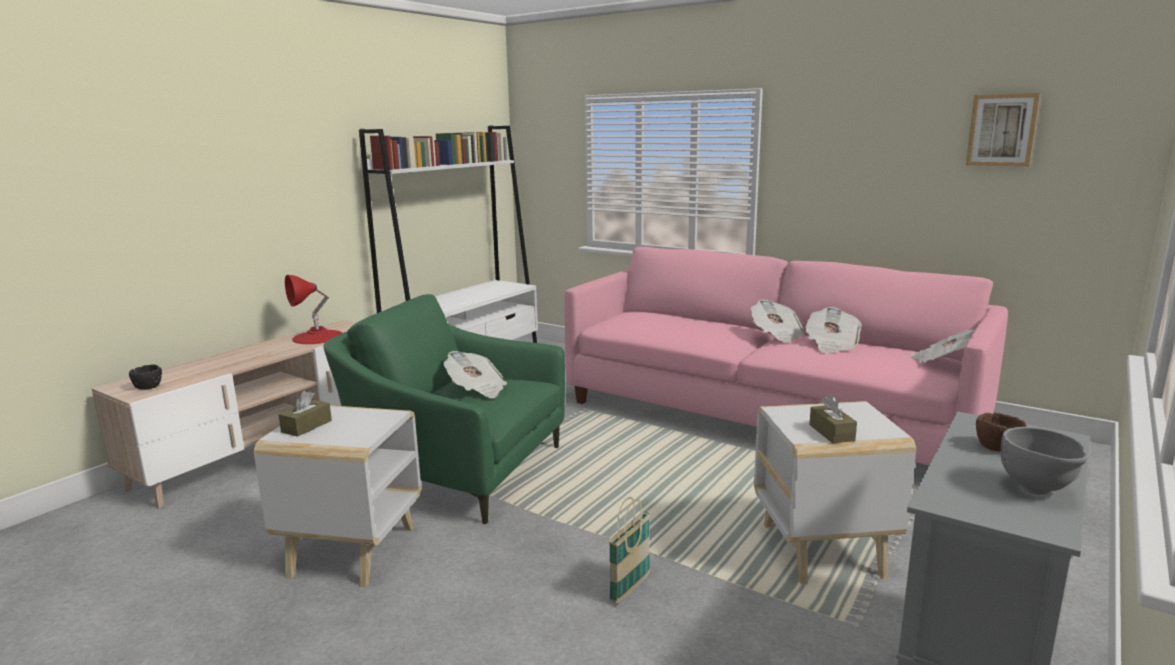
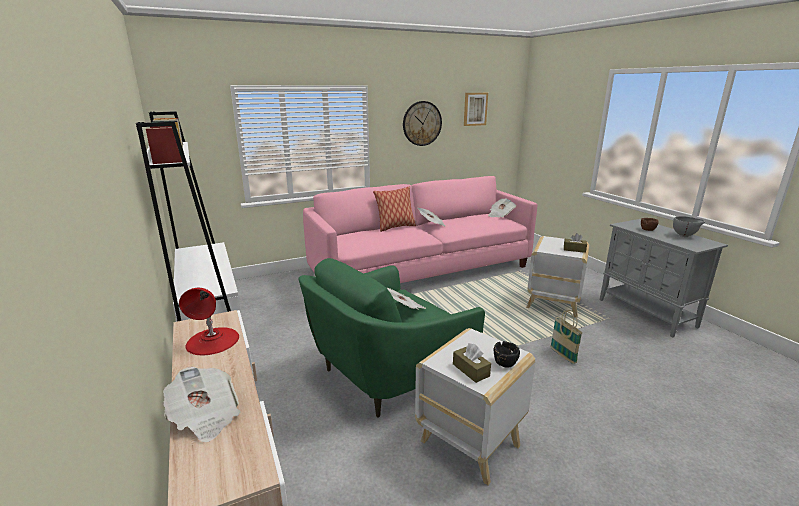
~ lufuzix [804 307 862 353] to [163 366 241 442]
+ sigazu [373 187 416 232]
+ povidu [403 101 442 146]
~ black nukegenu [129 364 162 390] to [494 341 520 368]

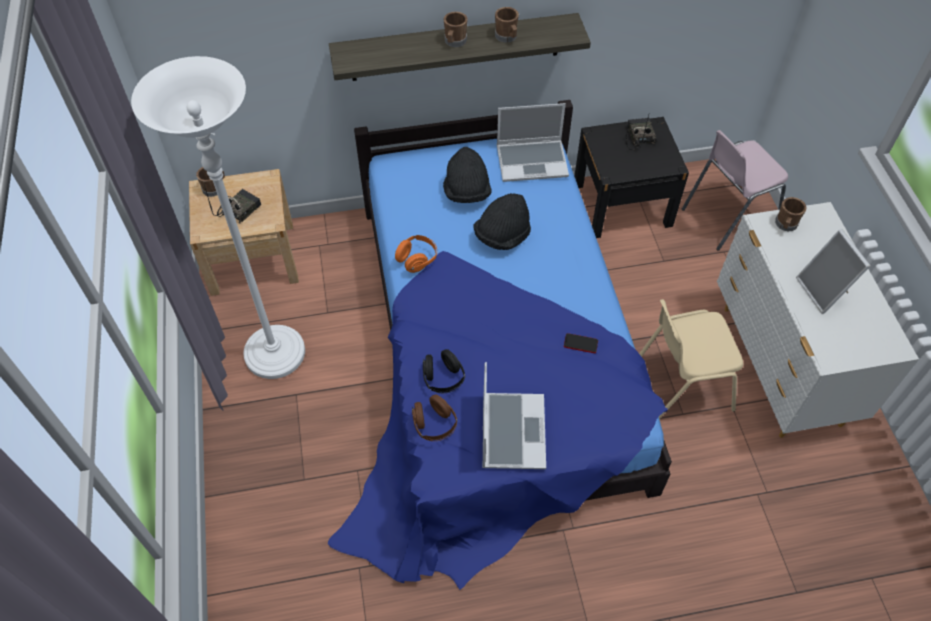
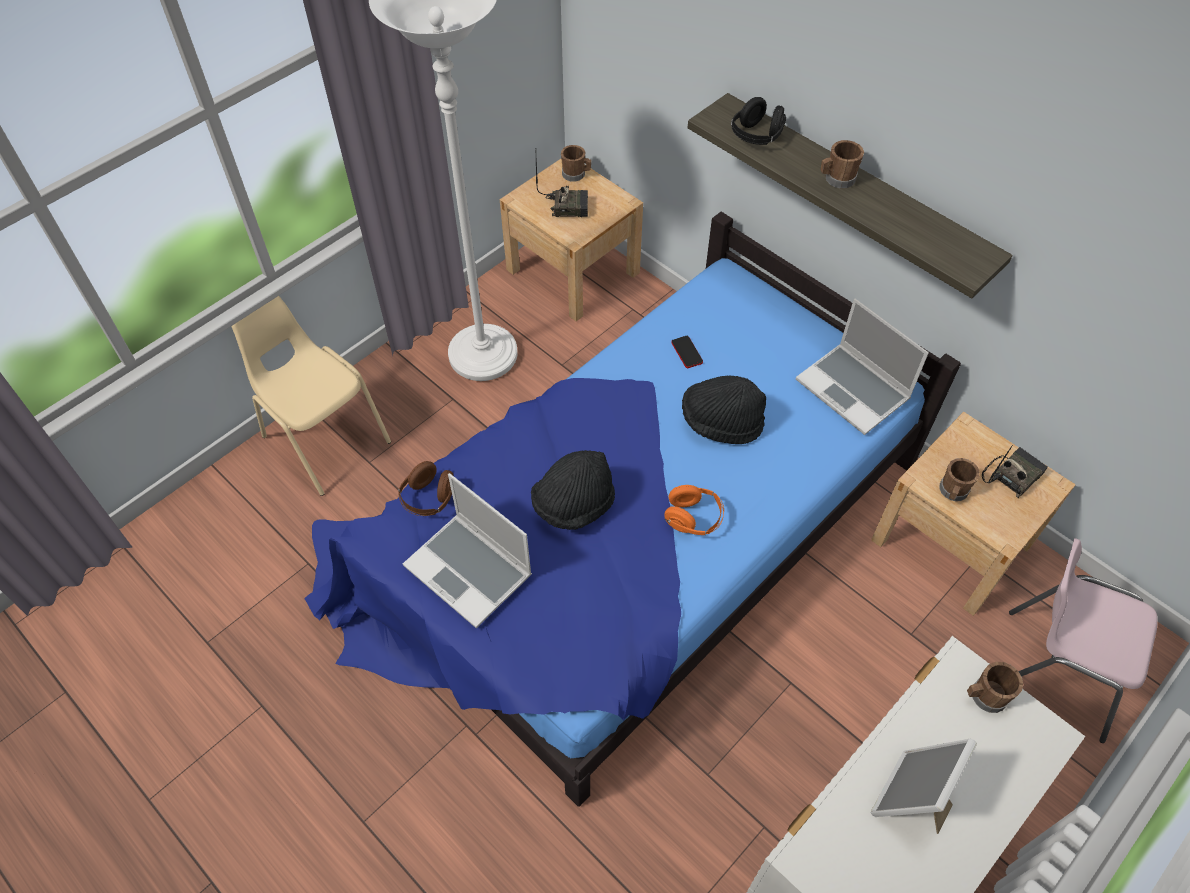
~ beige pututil [639 299 743 419] to [231 296 391 496]
~ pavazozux [483 362 546 469] = [403 473 532 628] 75 degrees clockwise
~ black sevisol [443 147 492 203] to [531 450 615 530]
~ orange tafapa [395 235 437 273] to [665 485 724 535]
~ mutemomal [564 333 598 353] to [672 336 703 369]
~ black tafapa [423 349 465 393] to [731 97 786 145]
~ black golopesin [574 117 689 238] to beige golopesin [871 412 1075 616]
~ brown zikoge [495 7 519 43] to [939 458 980 501]

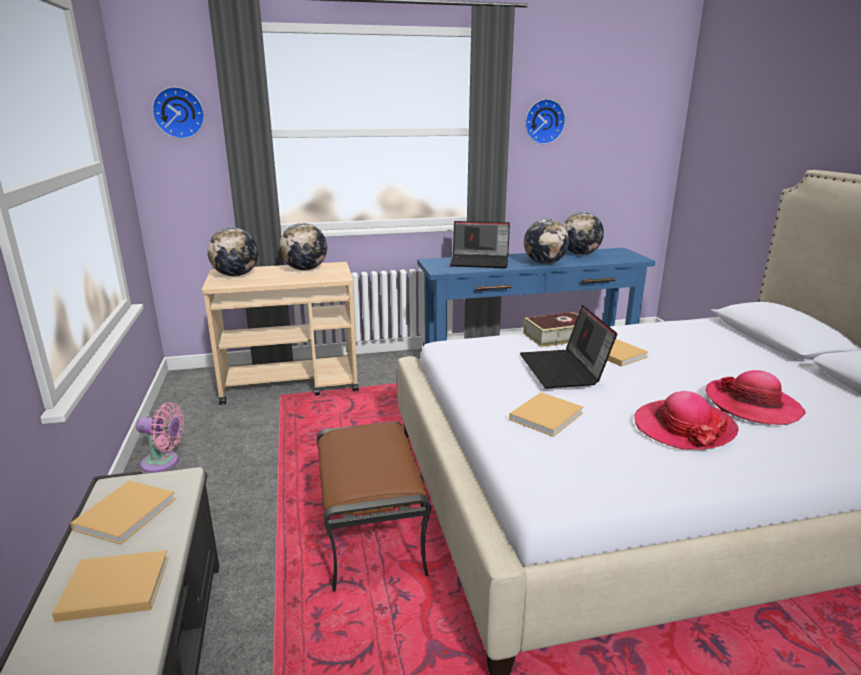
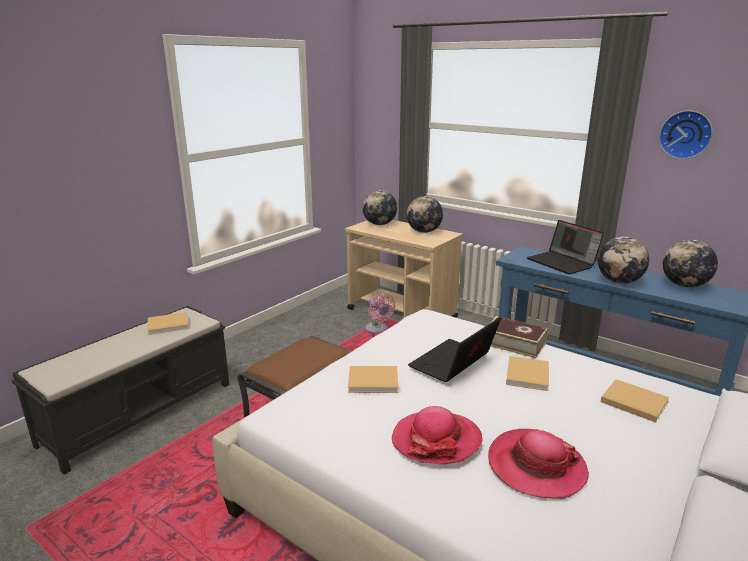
~ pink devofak [136 402 185 473] to [365 293 395 333]
~ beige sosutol [52 550 168 622] to [601 379 669 422]
- povidu [152 87 205 139]

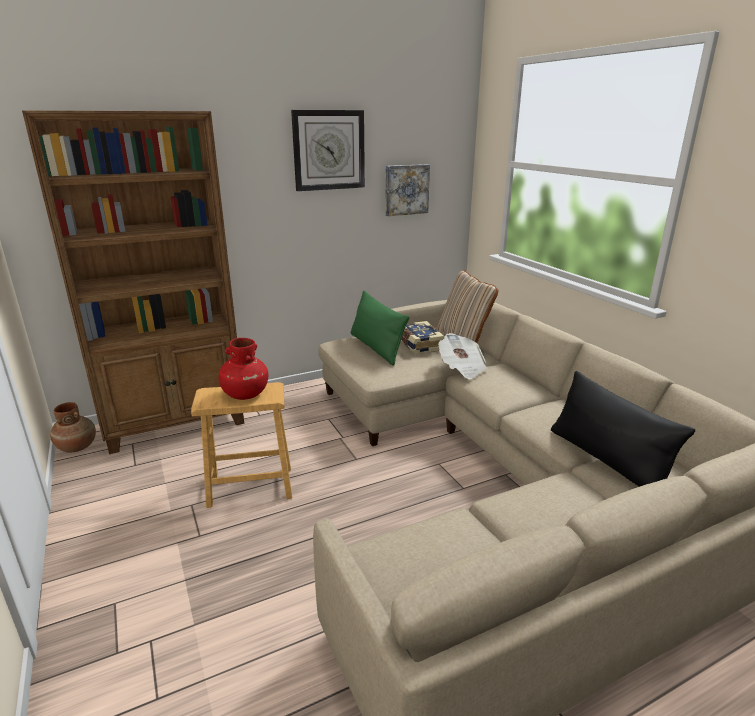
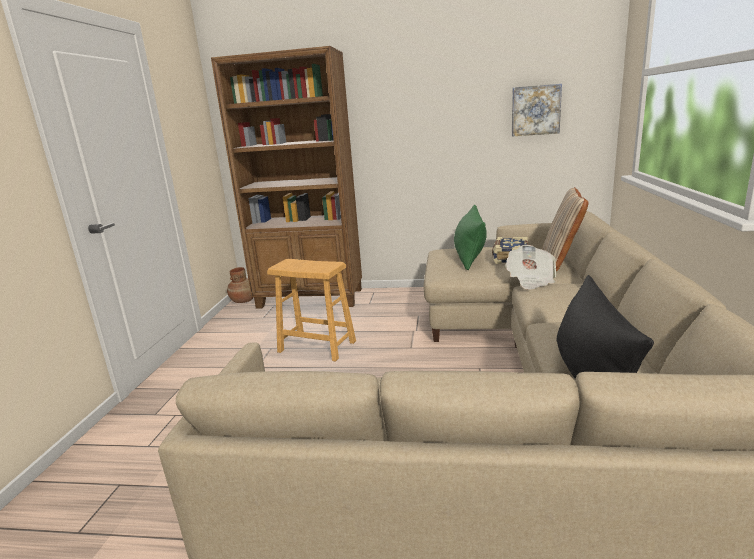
- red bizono [219 338 268 400]
- povidu [291 110 365 191]

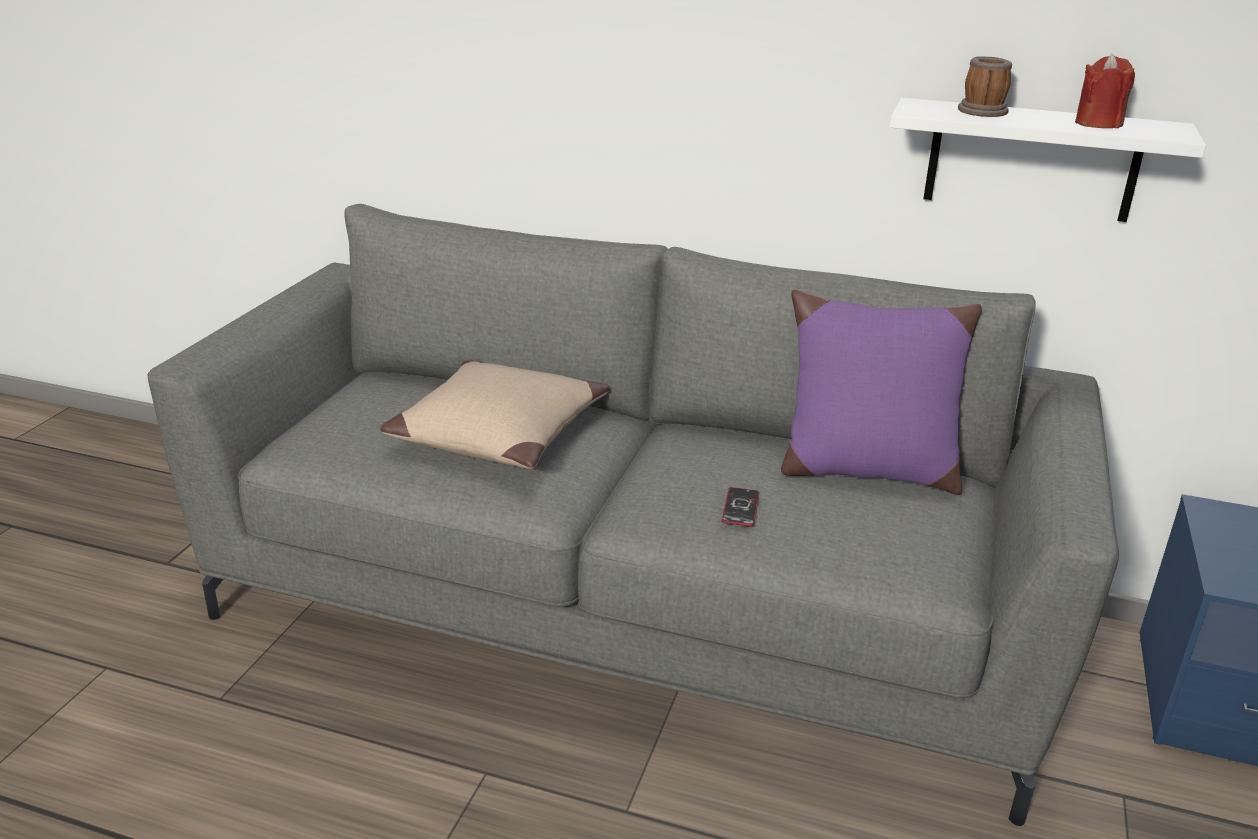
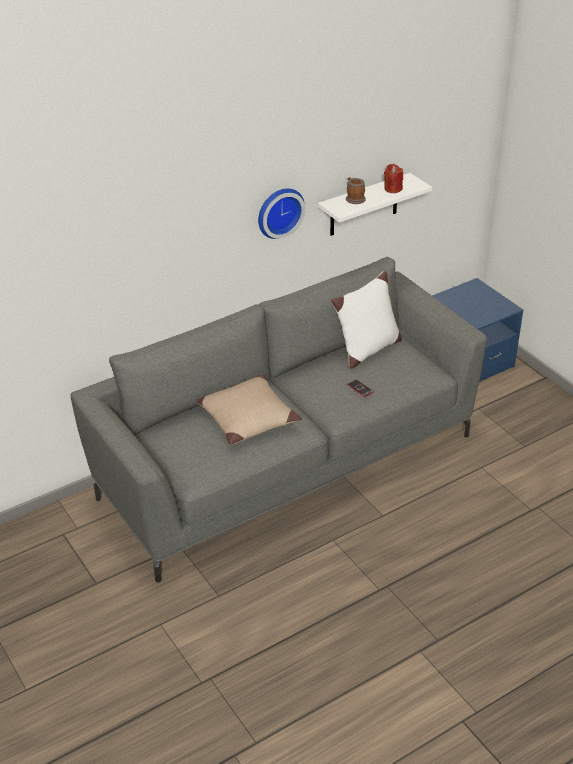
+ povidu [258 188 305 239]
~ purple sigazu [781 290 982 495] to white sigazu [331 271 402 369]

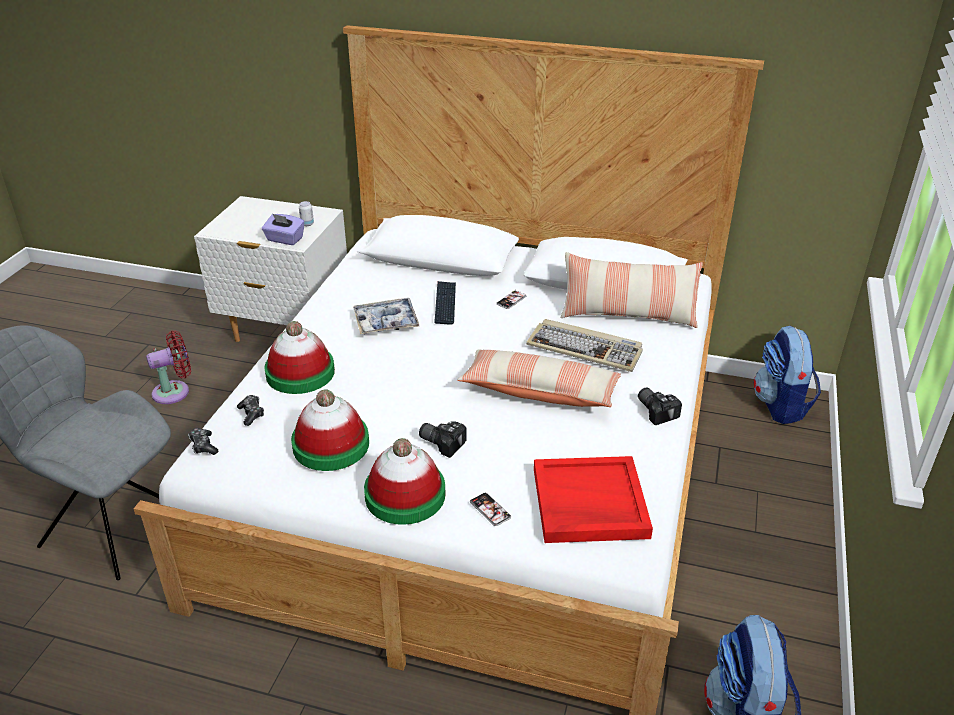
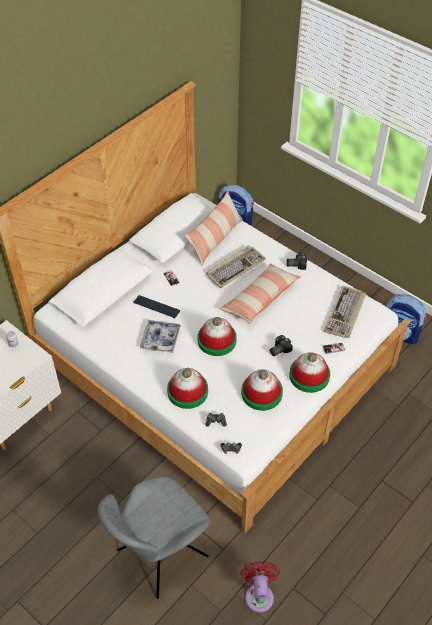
+ sevisol [197 317 237 356]
~ red devofak [146 330 191 404] to [240 561 280 613]
~ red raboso [534 456 653 543] to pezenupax [324 286 366 338]
- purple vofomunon [262 214 305 245]

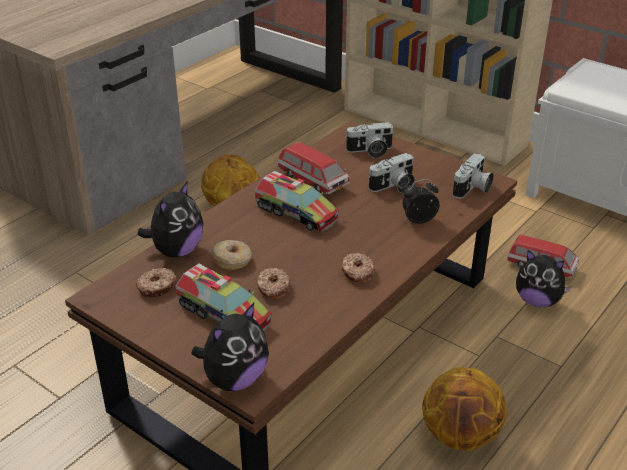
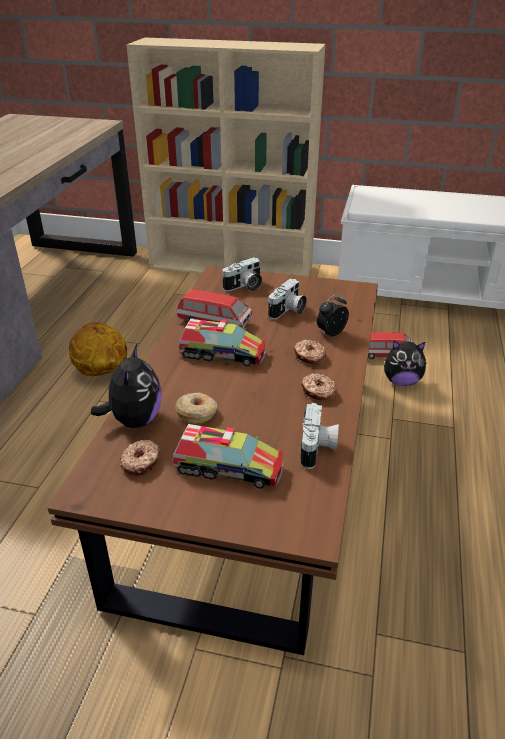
~ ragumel [257 268 291 299] to [294 340 326 364]
~ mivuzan [453 153 494 199] to [300 403 339 469]
- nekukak [191 303 269 391]
- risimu [422 367 507 451]

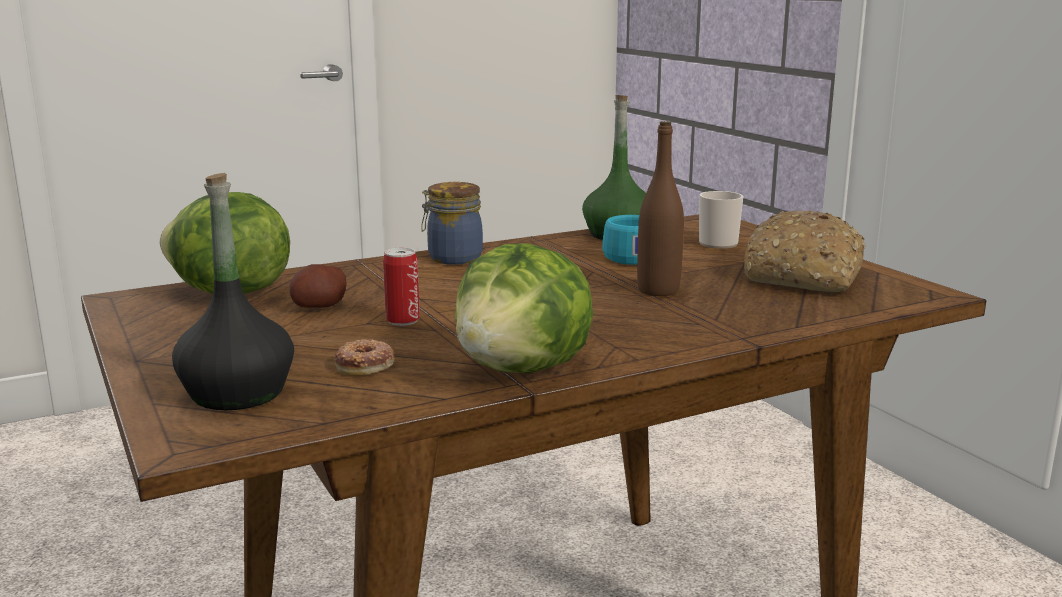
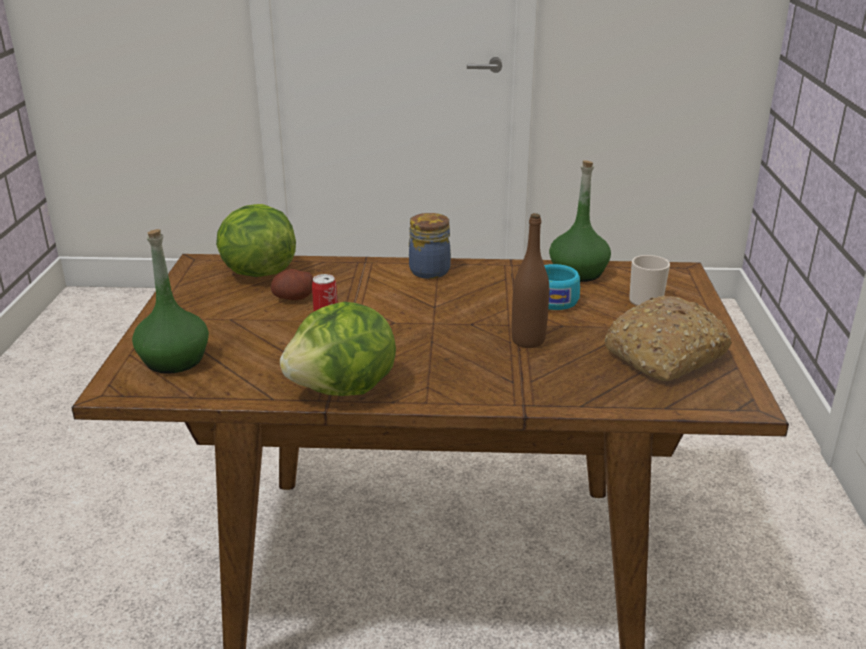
~ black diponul [172 173 294 410] to green diponul [132 229 209 374]
- ragumel [334 339 395 375]

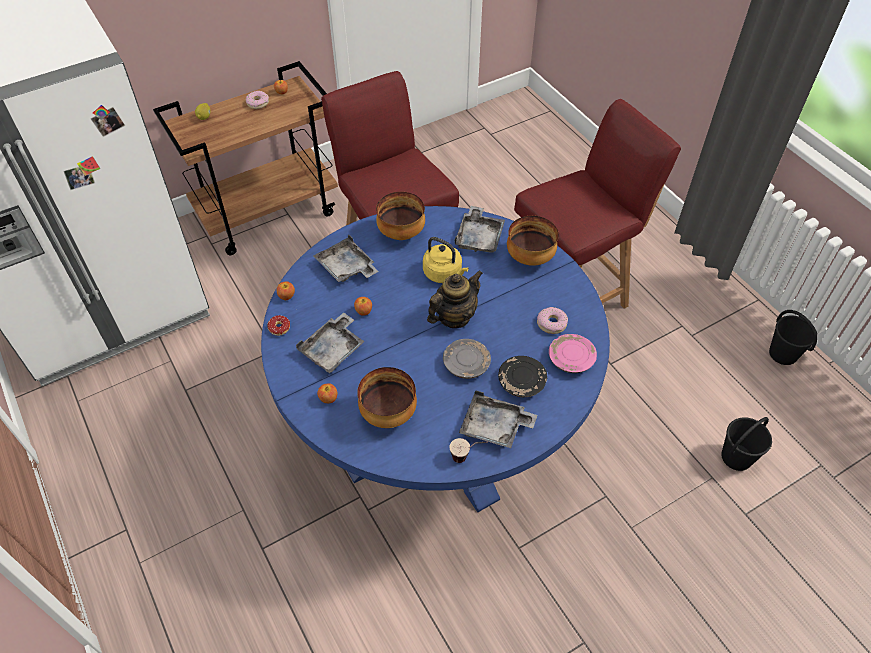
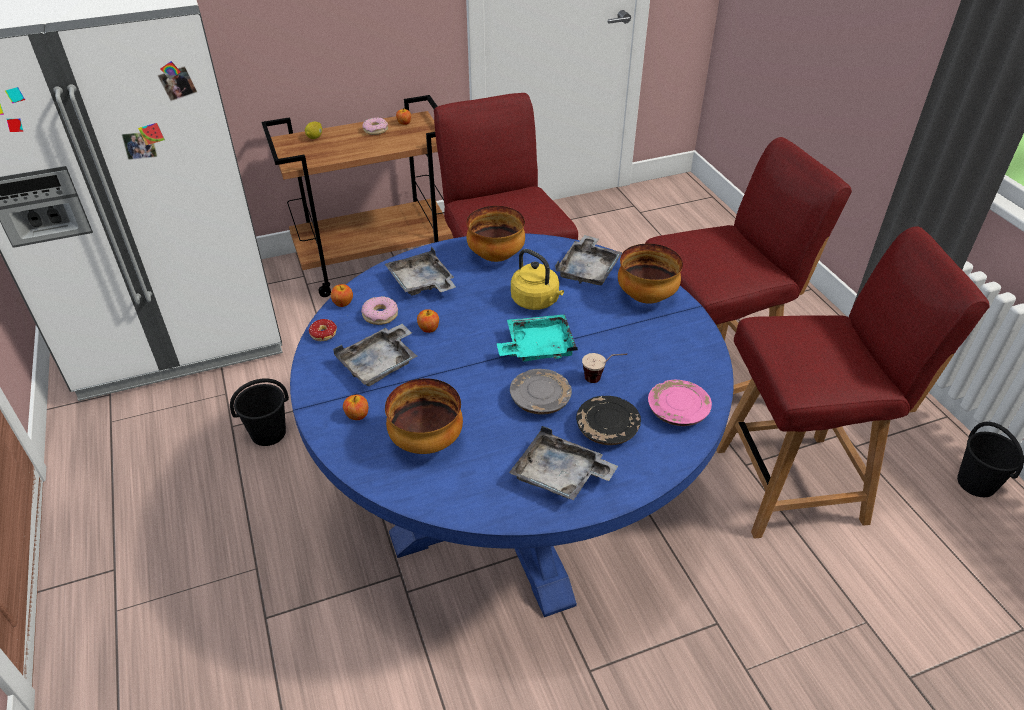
~ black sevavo [721 417 772 471] to [230 378 289 446]
~ ragumel [537 307 568 334] to [361 296 398 325]
~ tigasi [427 271 483 328] to turquoise raboso [497 314 578 362]
~ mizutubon [449 438 488 463] to [582 353 627 383]
+ red pututil [716 227 990 538]

